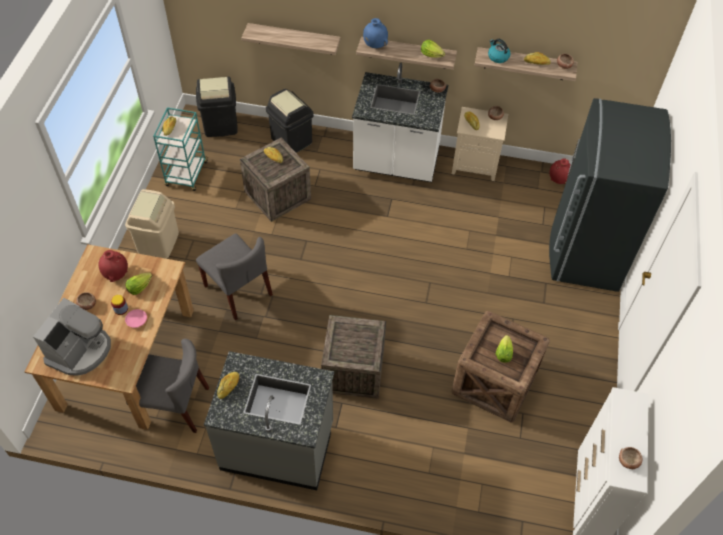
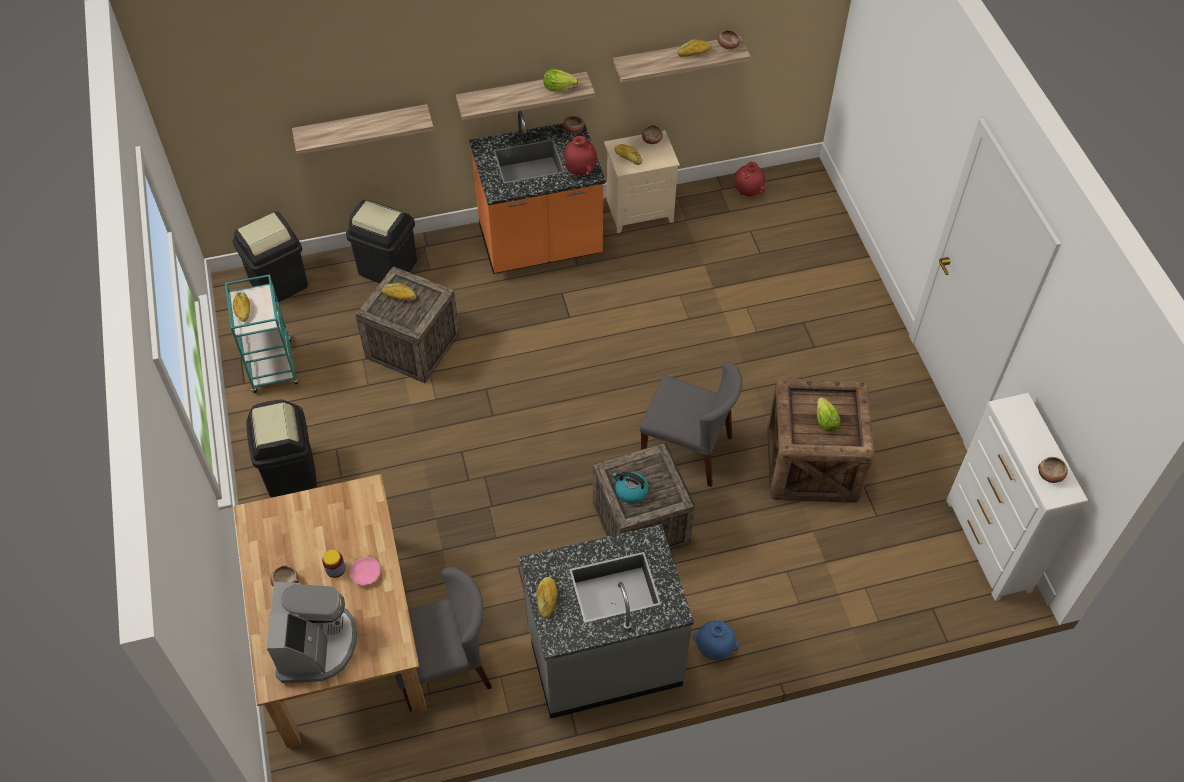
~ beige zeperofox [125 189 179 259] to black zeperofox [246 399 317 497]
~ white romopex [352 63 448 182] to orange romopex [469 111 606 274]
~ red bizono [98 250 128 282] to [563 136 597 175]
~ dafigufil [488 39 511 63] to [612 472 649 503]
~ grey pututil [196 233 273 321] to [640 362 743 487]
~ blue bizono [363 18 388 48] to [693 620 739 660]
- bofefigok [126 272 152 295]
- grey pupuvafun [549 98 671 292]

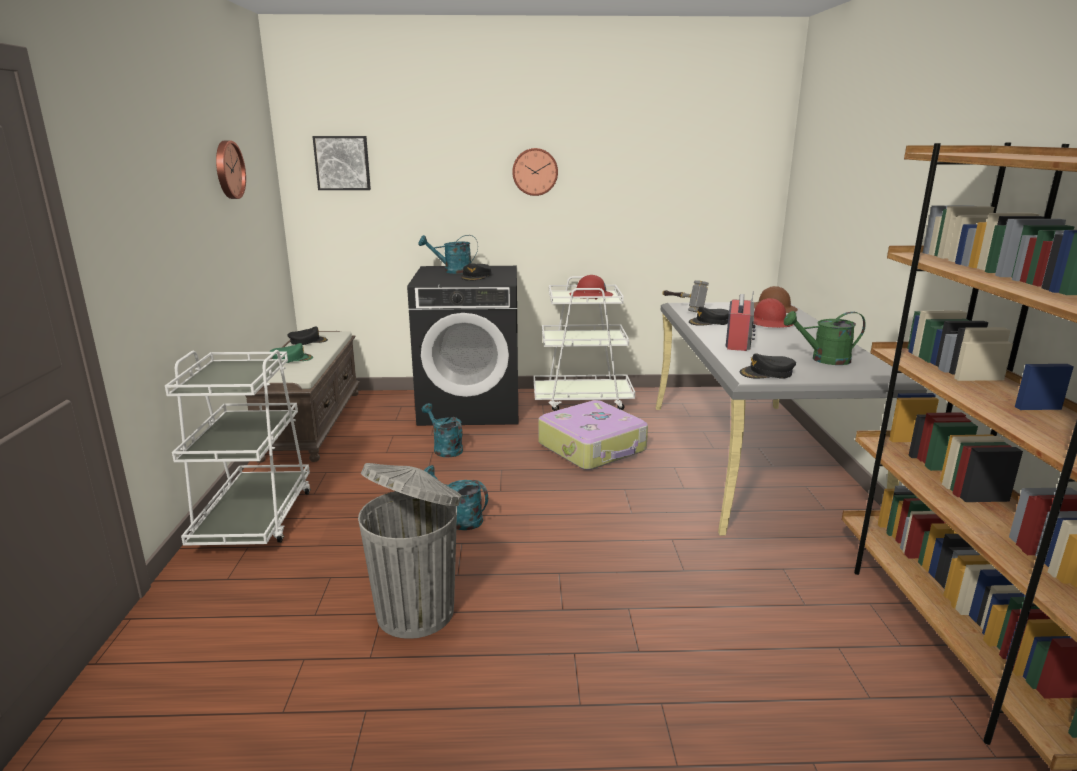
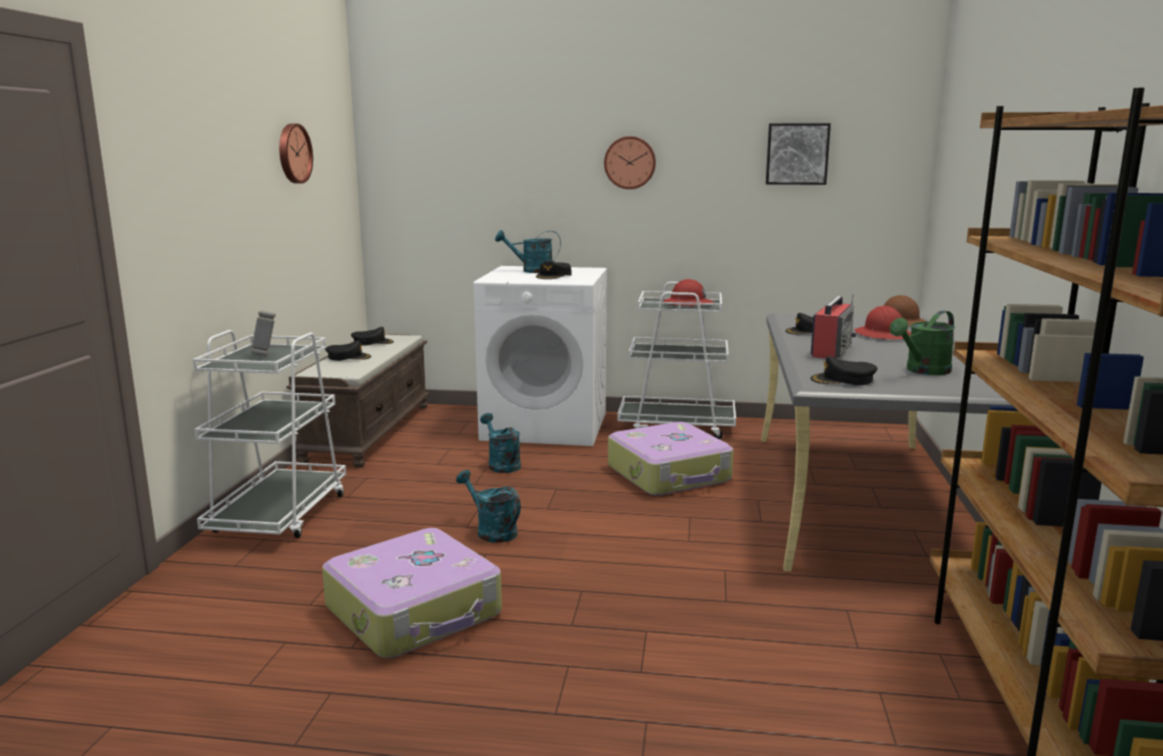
~ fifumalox [662 280 709 312] to [251 310 276 356]
~ grey zeperofox [358 463 461 639] to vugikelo [322 528 502 658]
~ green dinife [269 343 313 363] to black dinife [325 341 371 361]
~ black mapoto [407 266 518 426] to white mapoto [473 266 607 446]
~ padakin [312 136 371 190] to [766 123 831 185]
~ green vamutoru [784 311 866 365] = [890 311 955 375] 45 degrees counterclockwise

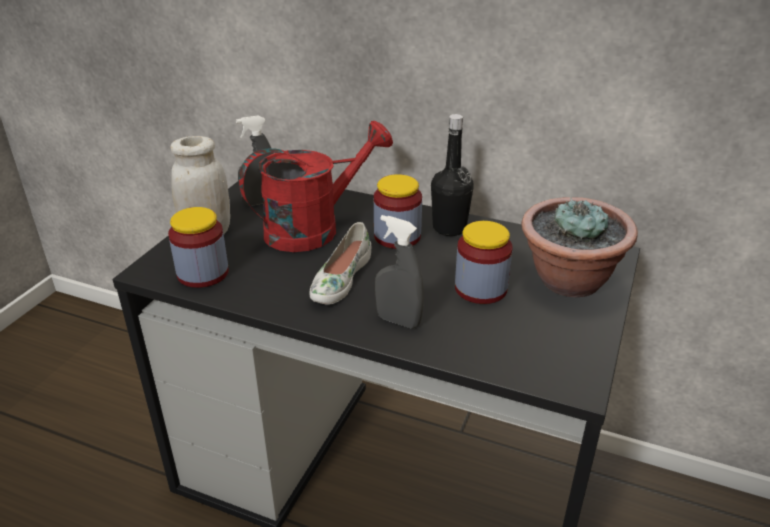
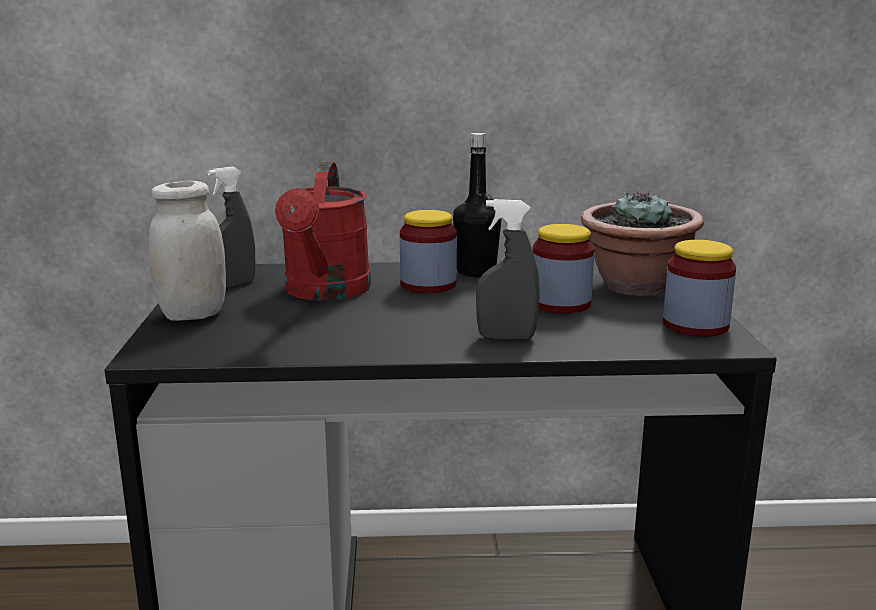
~ red vamutoru [239 121 393 252] = [275 162 371 301] 150 degrees clockwise
~ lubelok [168 207 229 288] to [663 240 736 337]
- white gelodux [309 222 371 305]

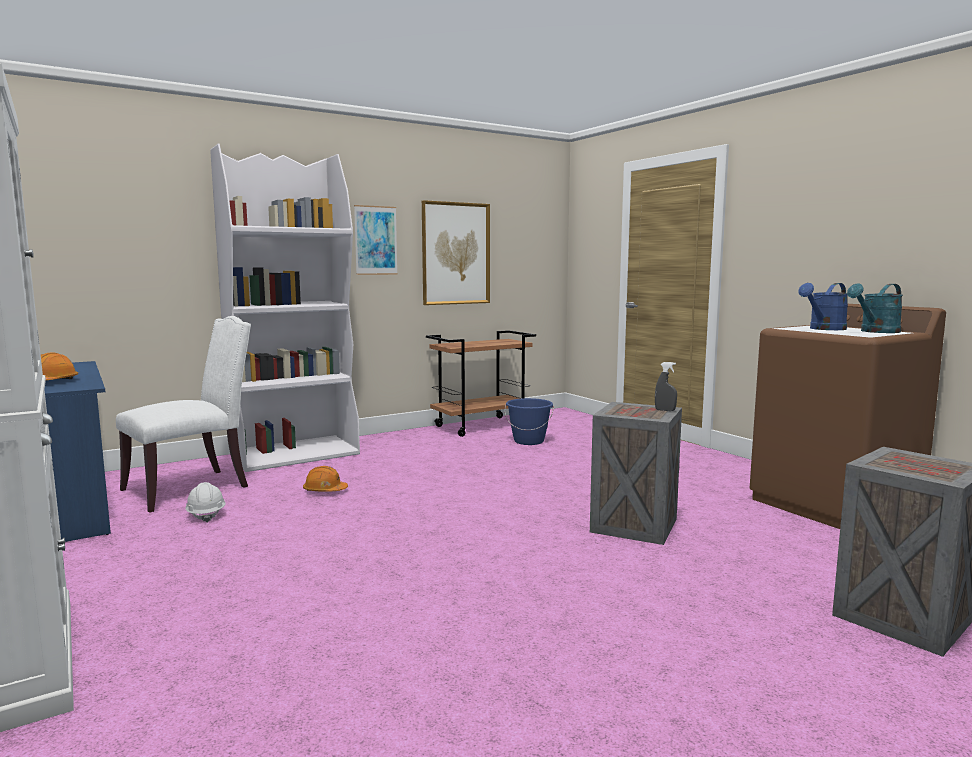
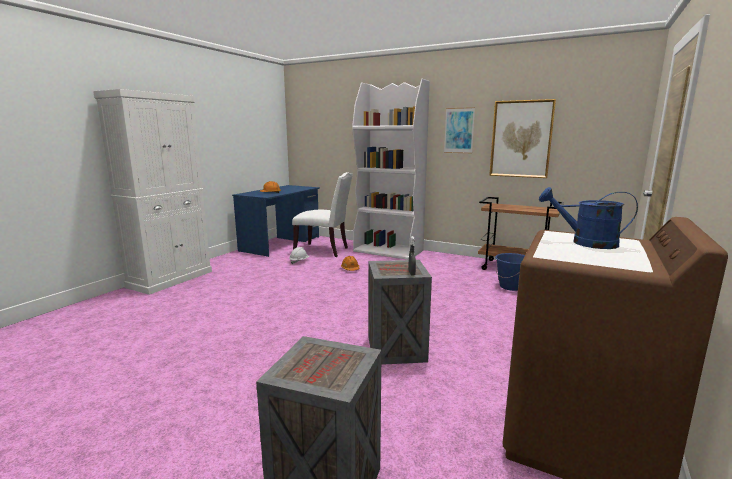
- turquoise vamutoru [847 283 903 333]

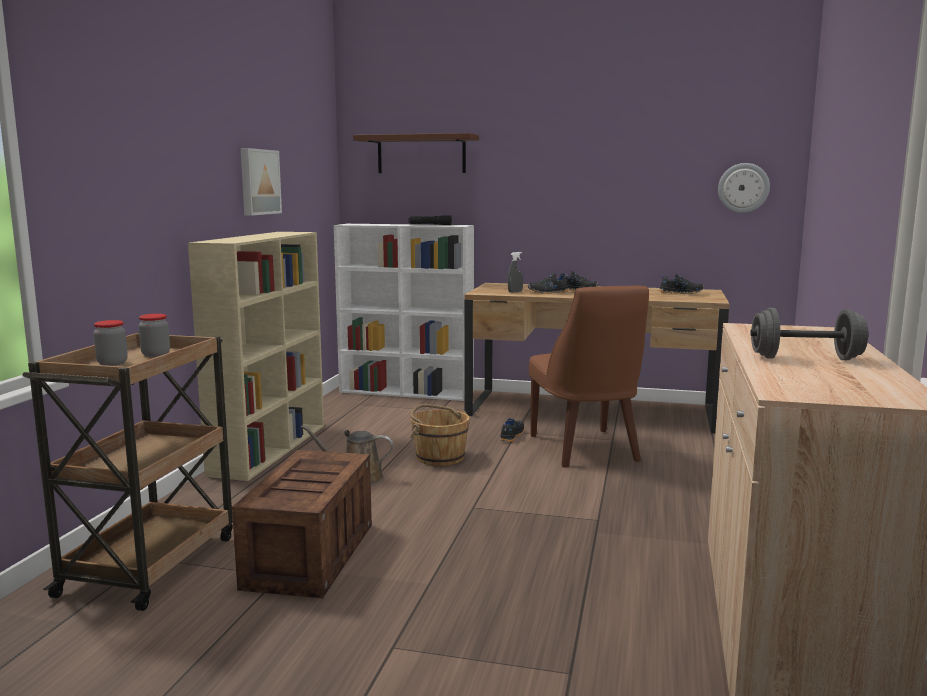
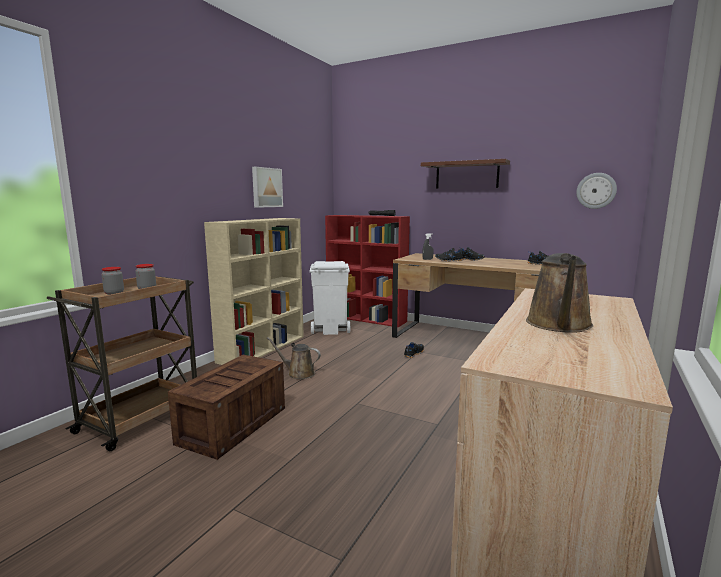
+ white zeperofox [310 261 350 335]
~ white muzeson [334 224 474 401] to red muzeson [325 215 410 327]
~ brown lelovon [353 133 479 173] to [421 159 510 188]
~ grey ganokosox [750 308 868 360] to brown vamutoru [526 253 593 333]
- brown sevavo [410 404 470 466]
- brown pututil [529 286 649 468]

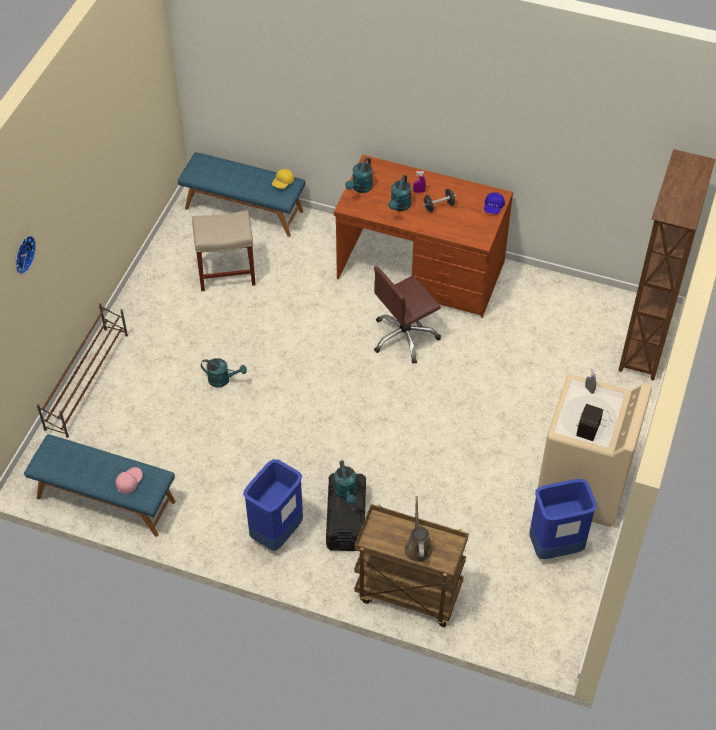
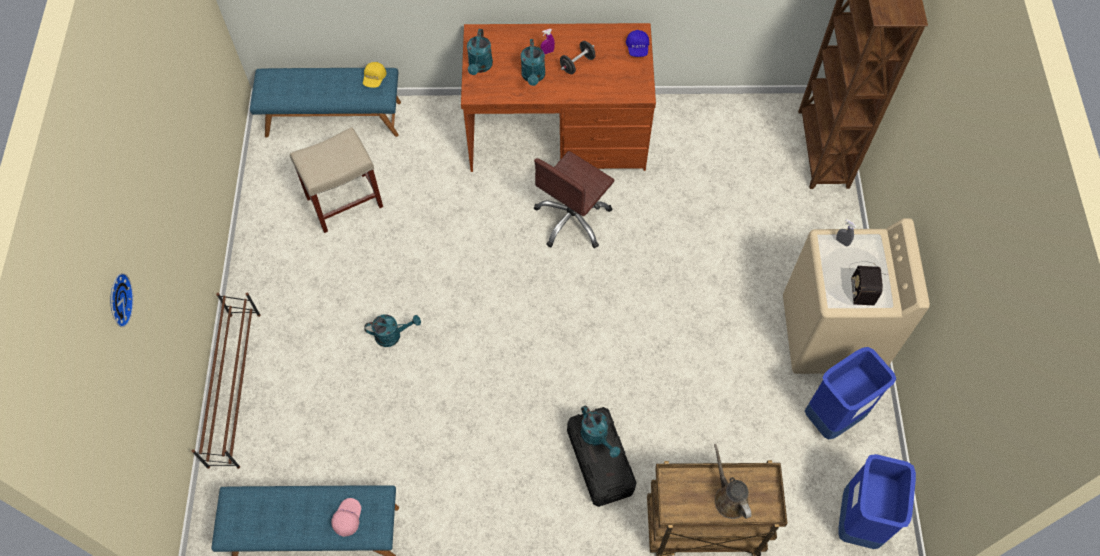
~ blue zeperofox [243 459 303 551] to [838 454 916 549]

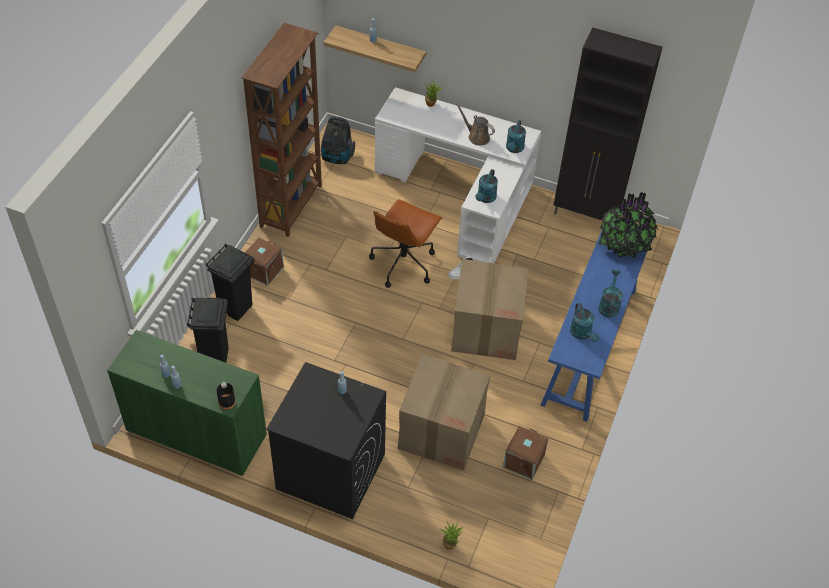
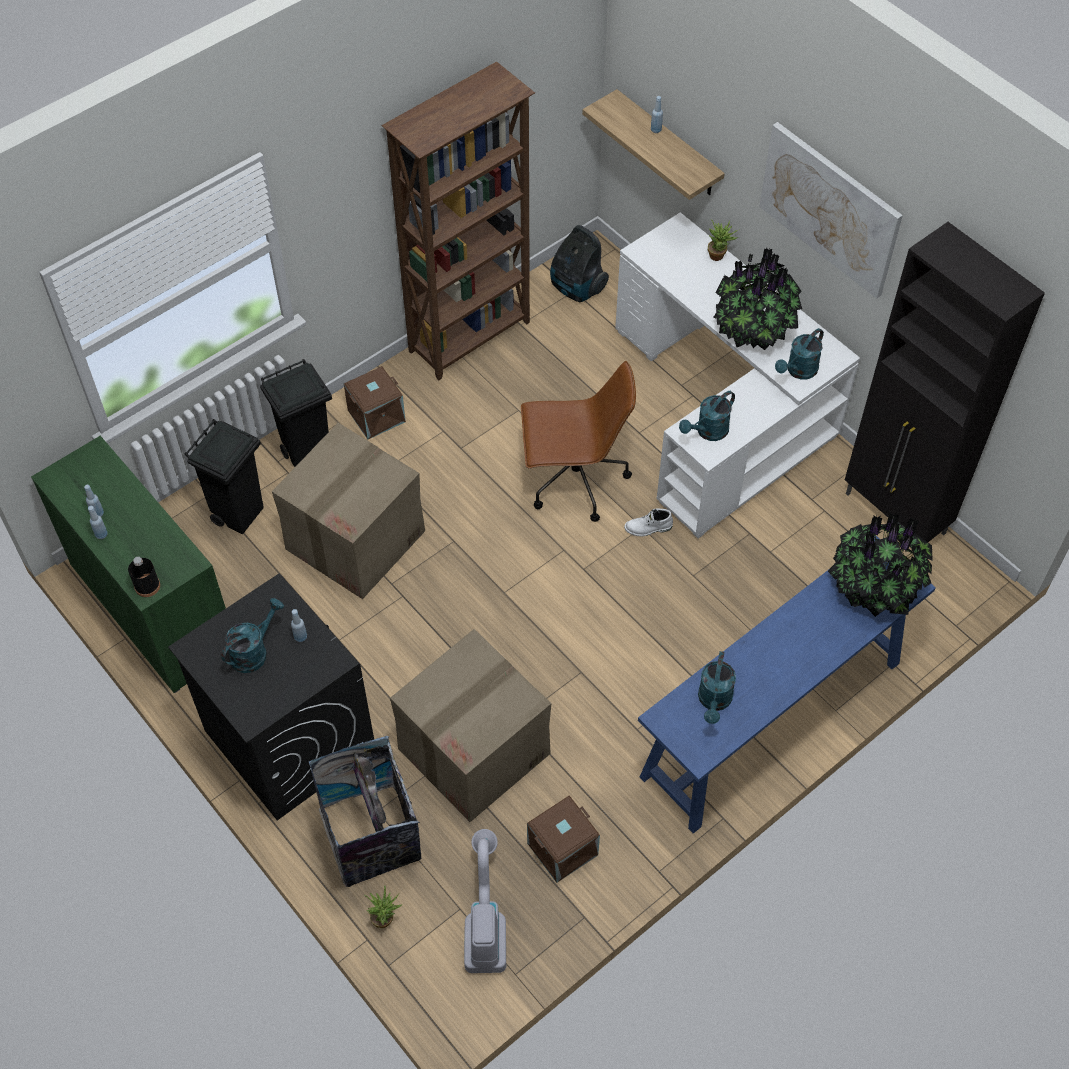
~ turquoise vamutoru [598 269 623 318] to [221 598 284 673]
~ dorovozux [451 259 529 360] to [272 423 425 599]
+ zeperofox [309 735 422 887]
+ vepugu [464 829 506 973]
~ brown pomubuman [369 199 442 288] = [521 361 636 522] 150 degrees counterclockwise
~ brown vamutoru [456 104 495 146] to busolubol [713 247 802 350]
+ padakin [759 122 903 299]

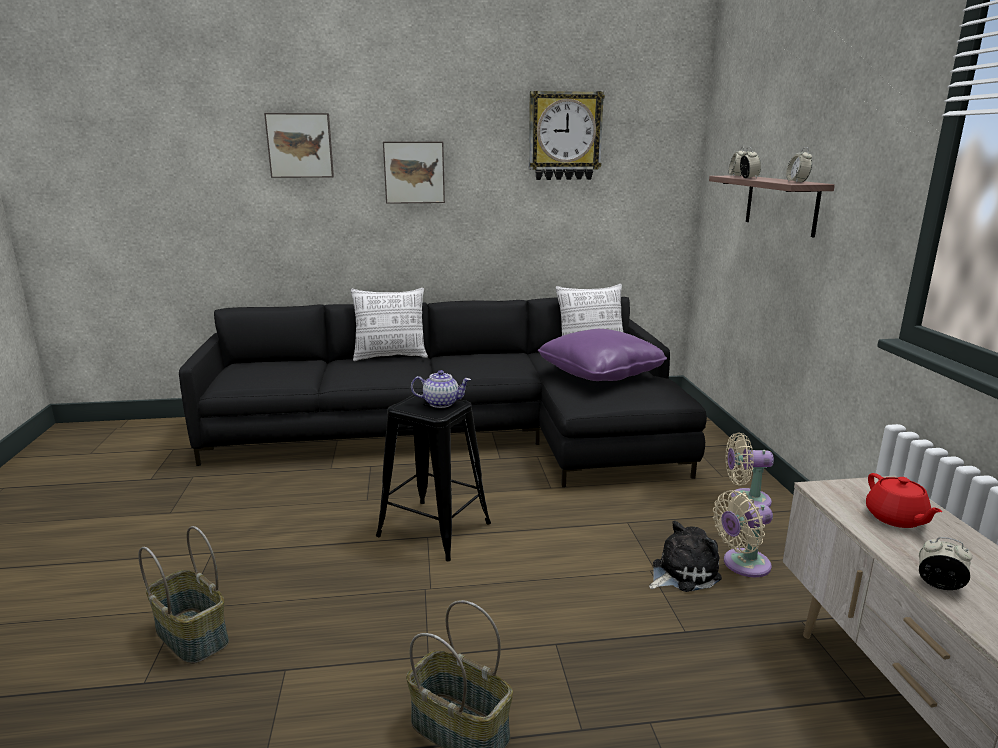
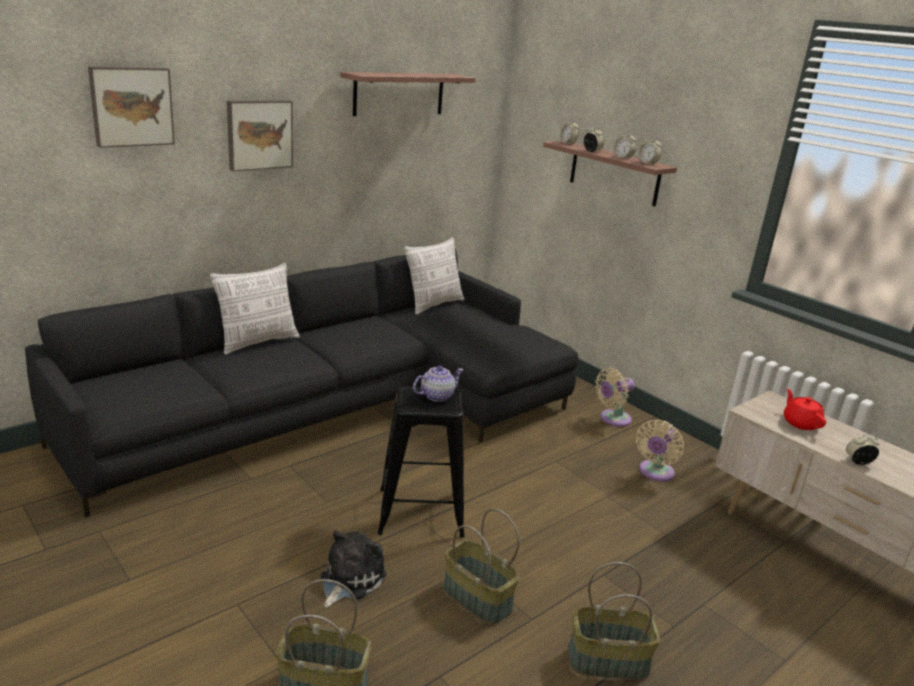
~ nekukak [649 521 722 592] to [320 530 387 608]
~ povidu [529 91 605 180] to lelovon [340 72 476 116]
+ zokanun [443 508 520 624]
+ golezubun [614 131 636 159]
~ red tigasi [866 473 943 528] = [784 389 826 430] 150 degrees counterclockwise
- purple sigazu [538 329 667 381]

